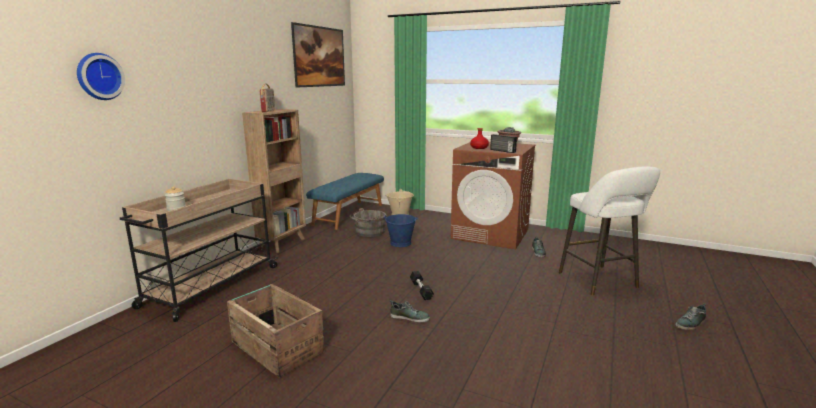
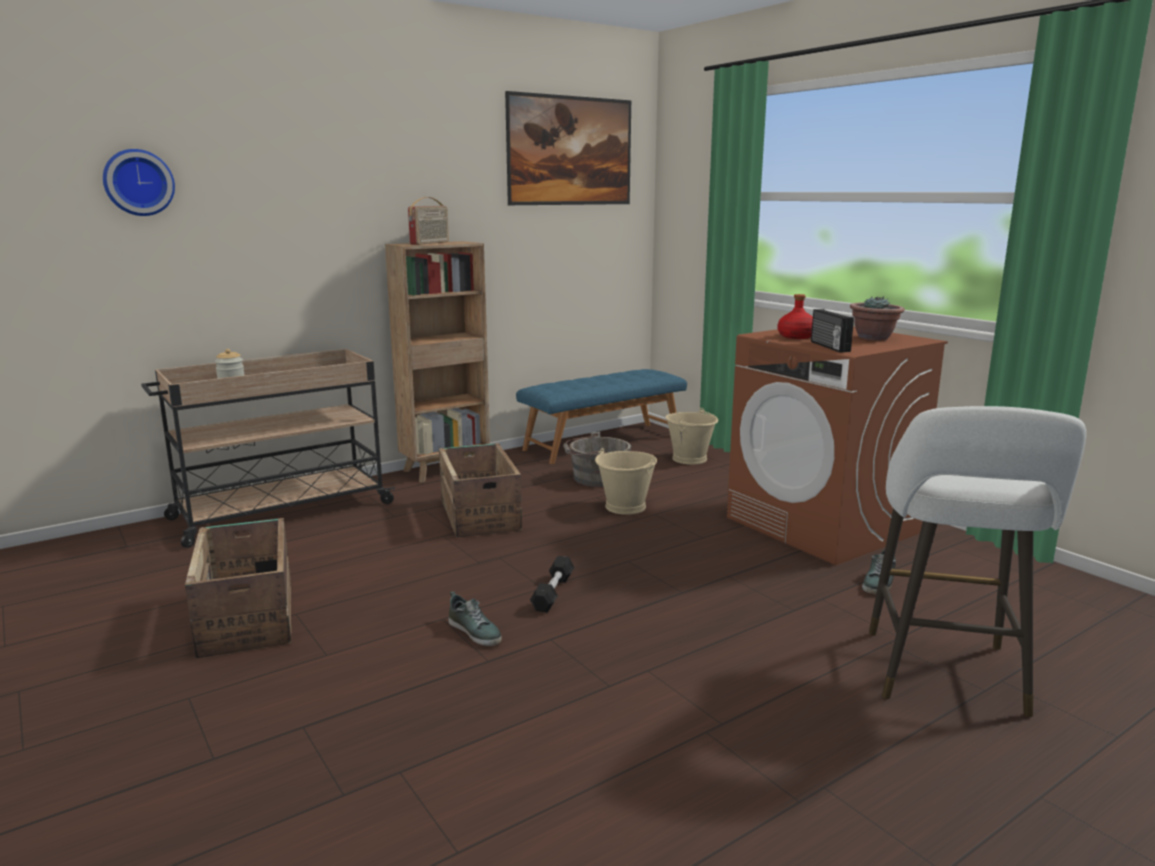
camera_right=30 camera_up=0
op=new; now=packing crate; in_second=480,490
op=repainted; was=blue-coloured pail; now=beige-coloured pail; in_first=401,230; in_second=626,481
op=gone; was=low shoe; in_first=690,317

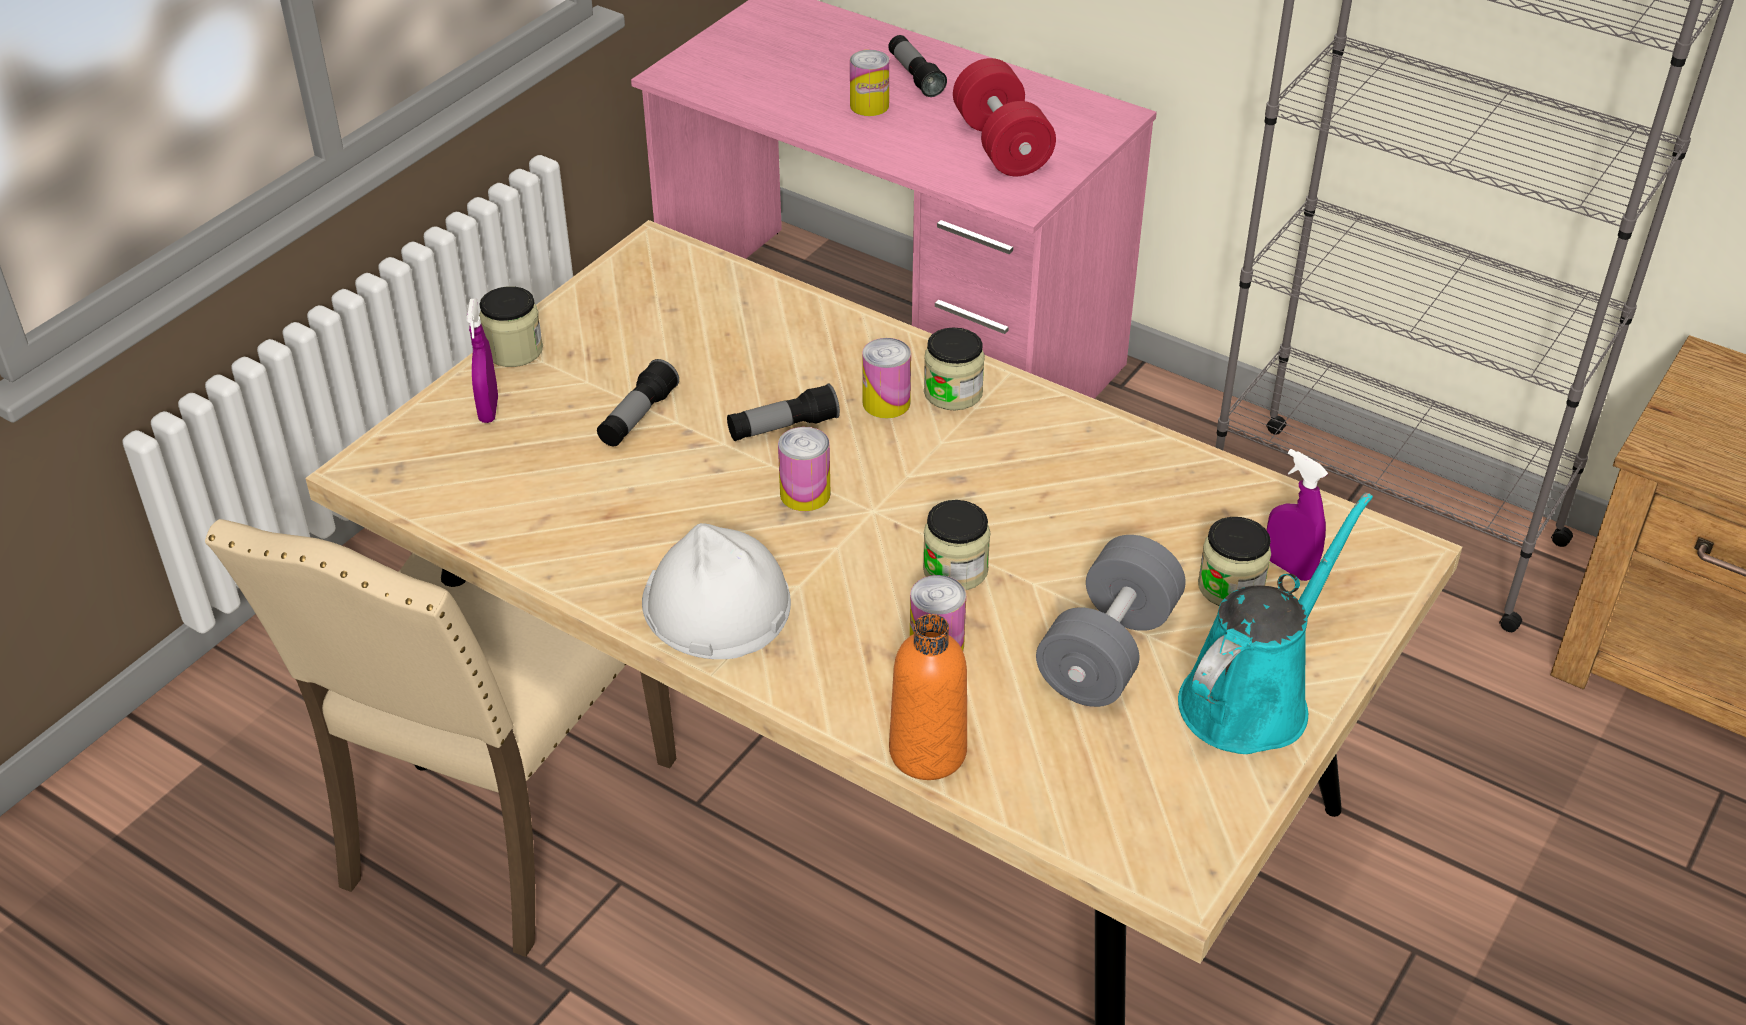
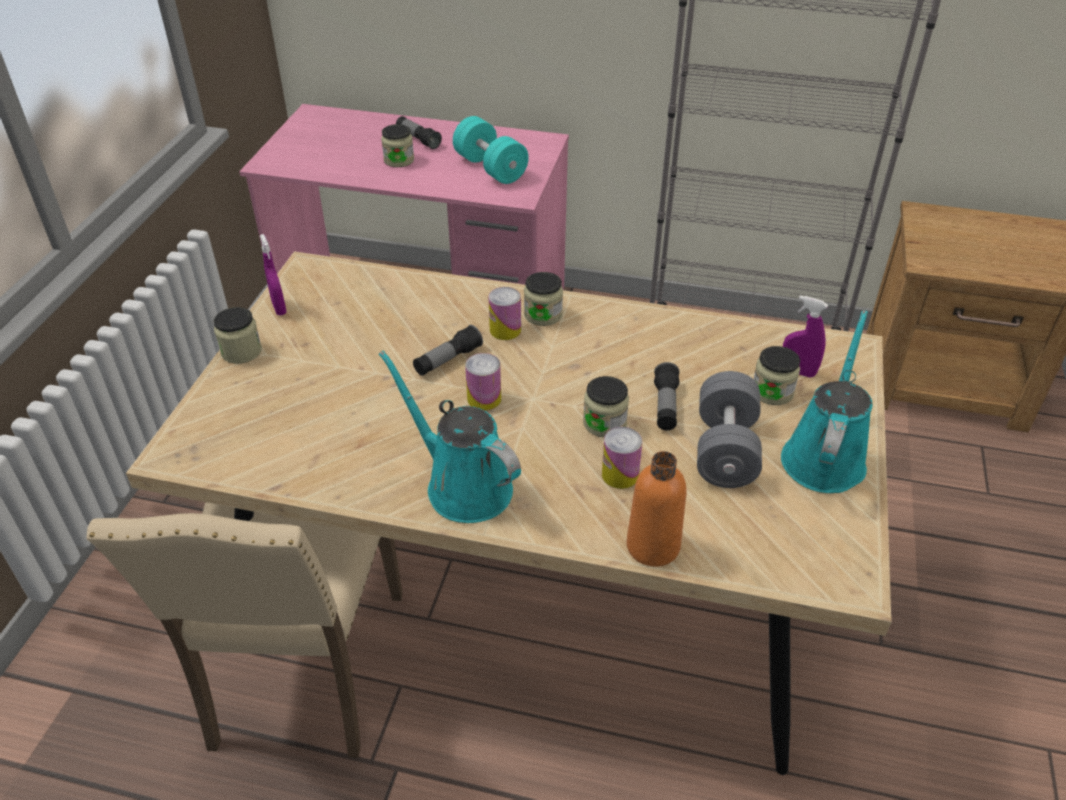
camera_right=-20 camera_up=0
op=shifted; was=purple spray bottle; in_first=482,361; in_second=273,274
op=swapped; was=whitish hard hat; now=turquoise-coloured watering can; in_first=716,591; in_second=450,437
op=swapped; was=can; now=preserve jar; in_first=869,83; in_second=397,145
op=repainted; was=red hand weight; now=turquoise-coloured hand weight; in_first=1004,117; in_second=491,150
op=shifted; was=hand torch; in_first=638,402; in_second=666,396

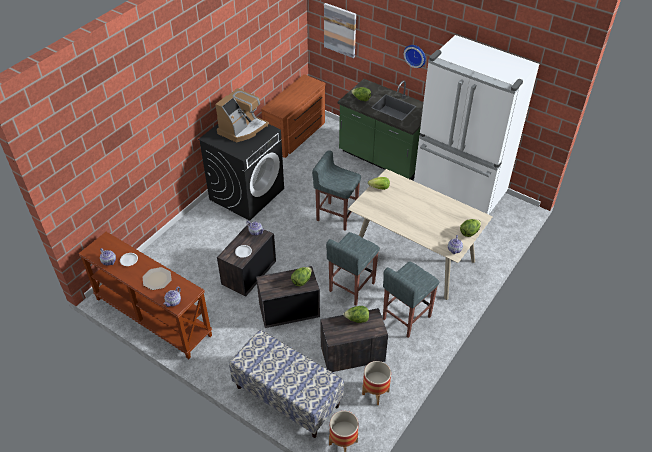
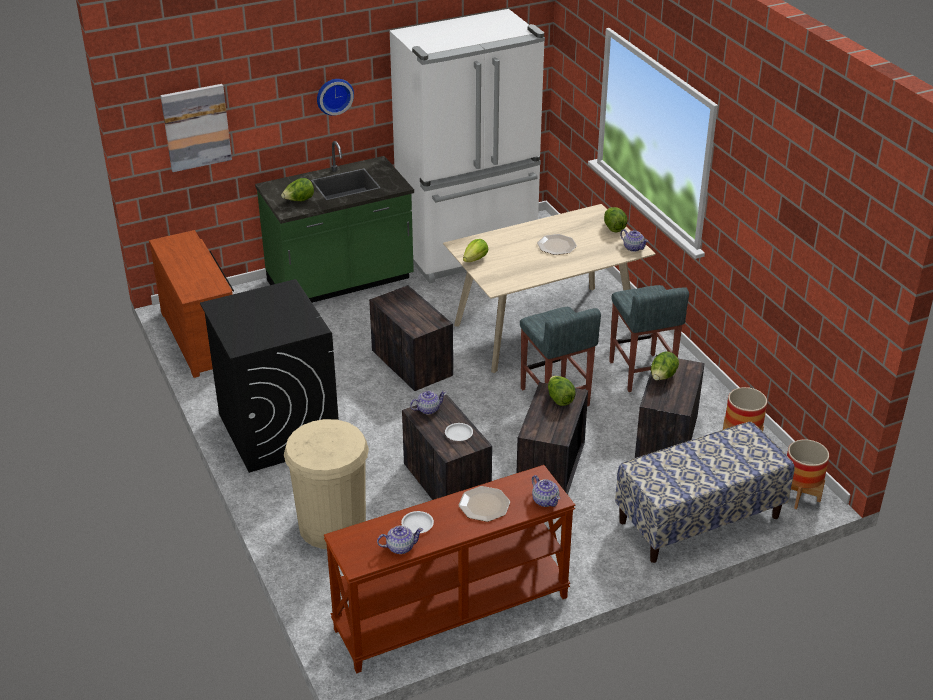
camera_right=-60 camera_up=-10
op=new; now=beige-coloured trash can; in_second=326,484
op=swapped; was=gray stool seat; now=packing crate; in_first=336,190; in_second=411,338
op=new; now=flat dish; in_second=557,244
op=gone; was=coffee maker; in_first=242,115

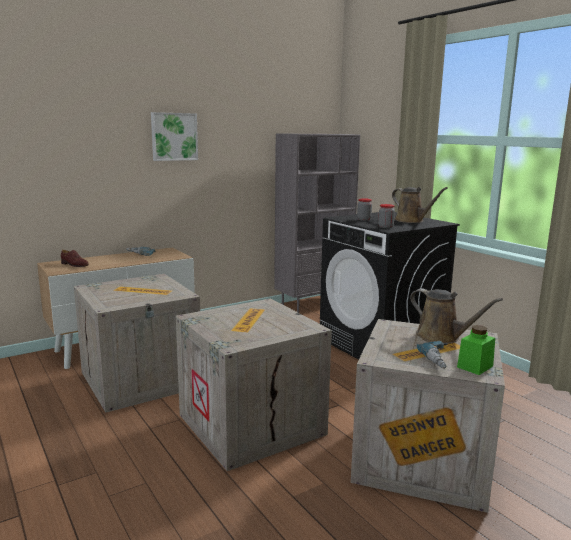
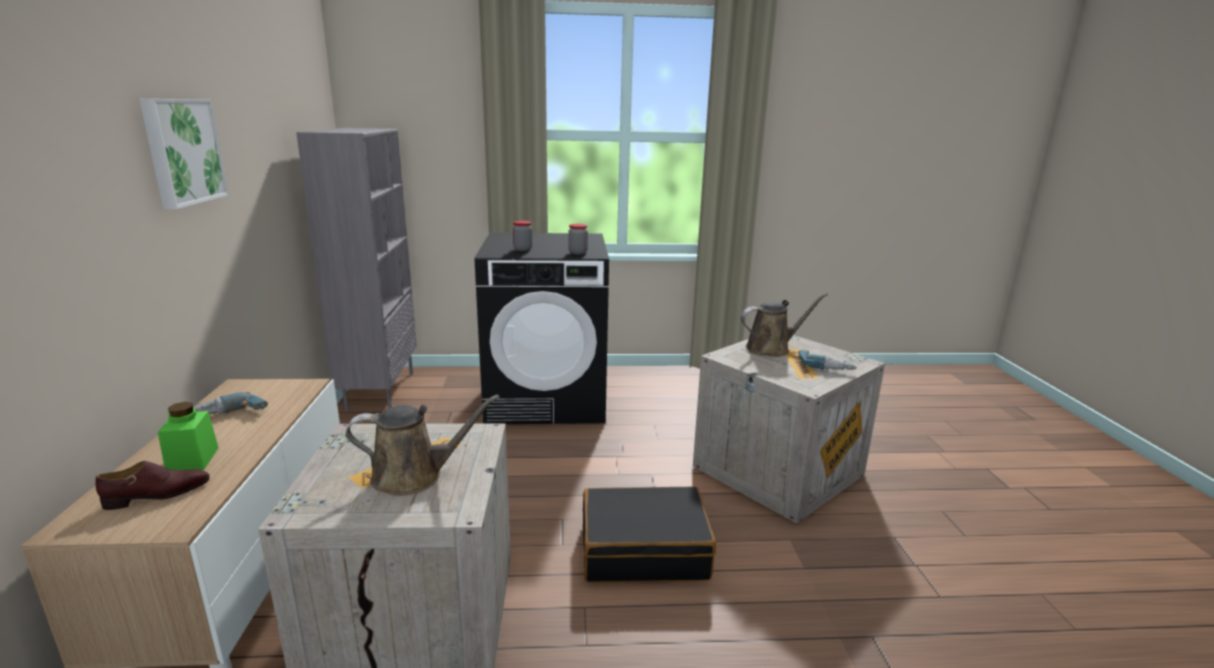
camera_right=-60 camera_up=5
op=shifted; was=greenish preserve jar; in_first=476,350; in_second=188,436
op=shifted; was=brown-coloured watering can; in_first=420,205; in_second=422,445
op=swapped; was=packing crate; now=blackish piece of luggage; in_first=254,384; in_second=649,534

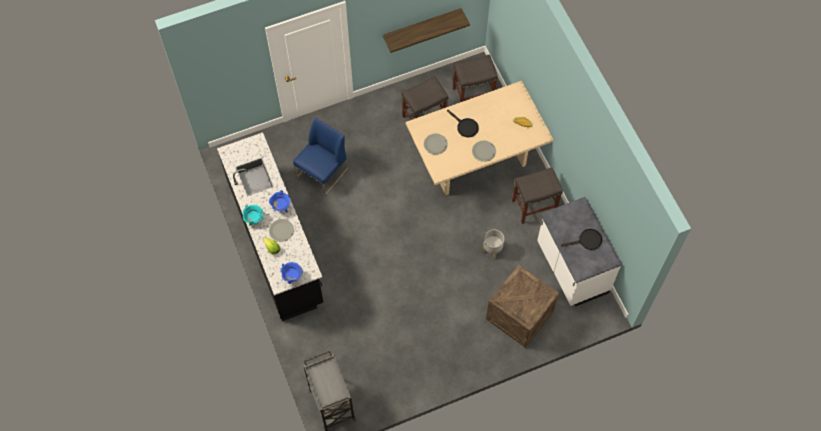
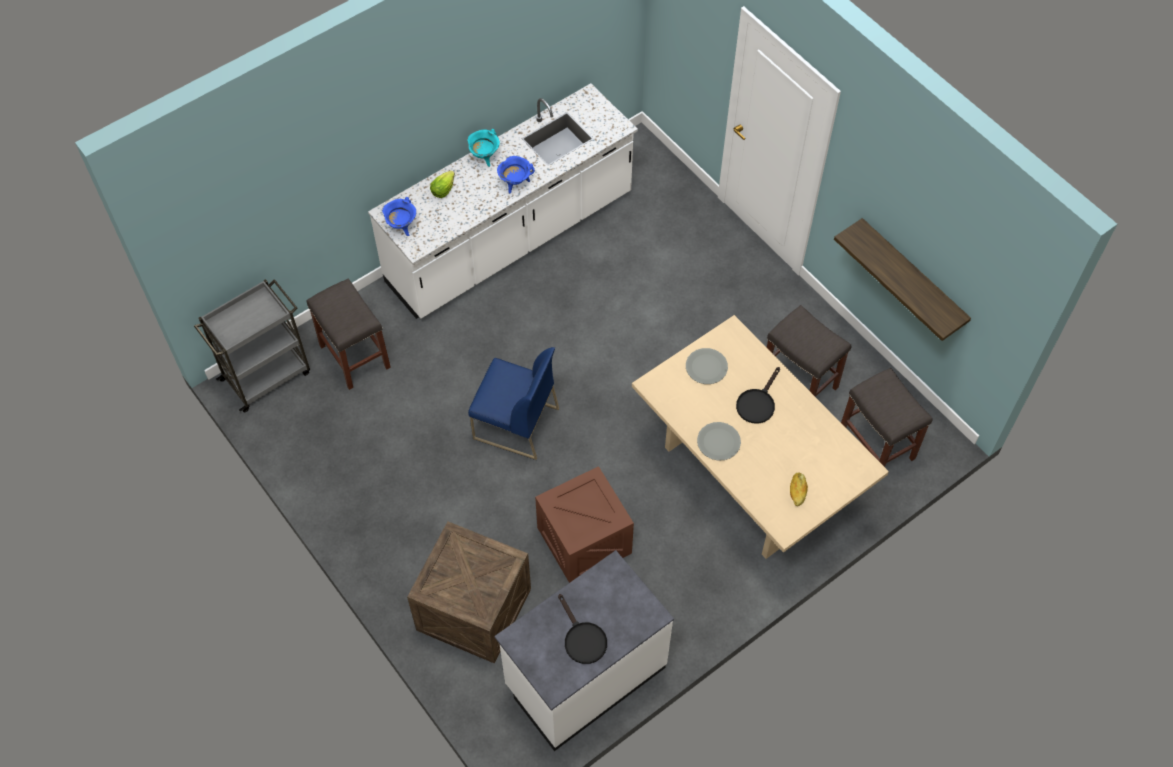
camera_right=75 camera_up=-5
op=shifted; was=gray stool seat; in_first=537,195; in_second=349,334
op=repainted; was=blackish counter; now=whitish counter; in_first=270,226; in_second=503,201
op=shifted; was=blue-coloured chair; in_first=321,156; in_second=513,403
op=swapped; was=gray plant pot; now=packing crate; in_first=493,244; in_second=584,524
op=gone; was=gray flat dish; in_first=281,230

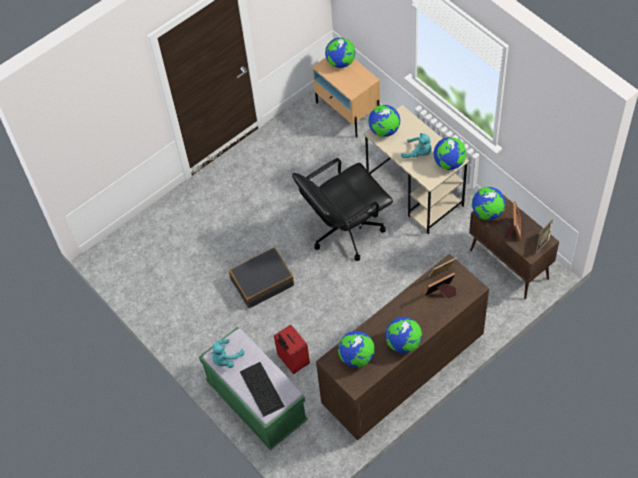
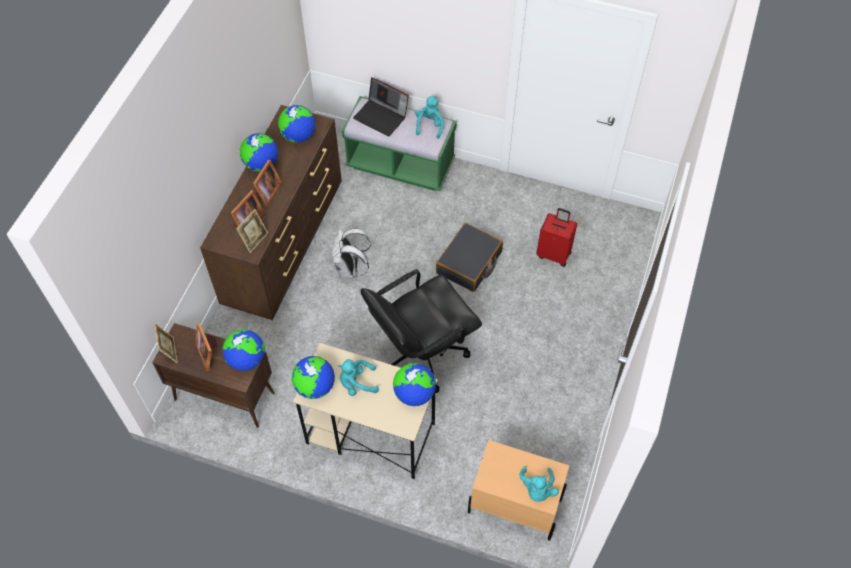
camera_right=145 camera_up=0
op=new; now=standing frame; in_second=267,183
op=new; now=whitish knapsack; in_second=351,253
op=swapped; was=keyboard; now=laptop; in_first=262,389; in_second=381,106
op=rotated; was=blackish desk chair; in_first=342,209; in_second=421,331; clockwise=-150
op=swapped; was=globe; now=turquoise-coloured plush toy; in_first=340,53; in_second=539,484
op=shifted; was=red piece of luggage; in_first=292,349; in_second=556,237

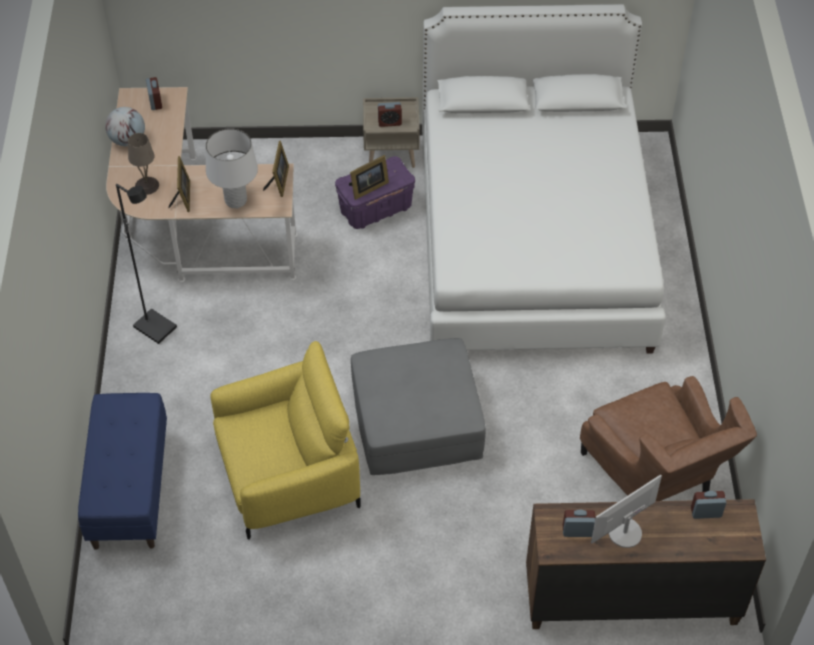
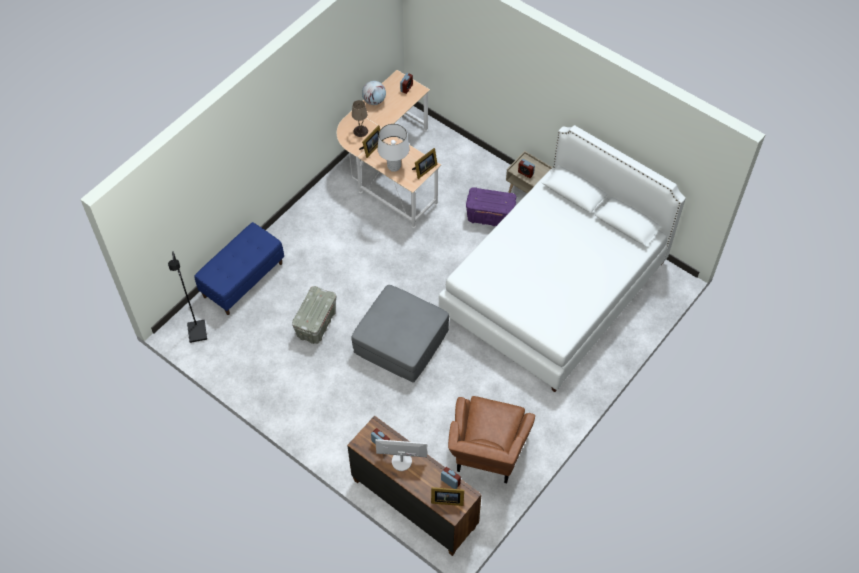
camera_right=40 camera_up=5
op=shifted; was=blackish standing lamp; in_first=146,264; in_second=187,297
op=swapped; was=yellow easy chair; now=gray storage box; in_first=285,440; in_second=314,315
op=shifted; was=standing frame; in_first=369,177; in_second=447,496

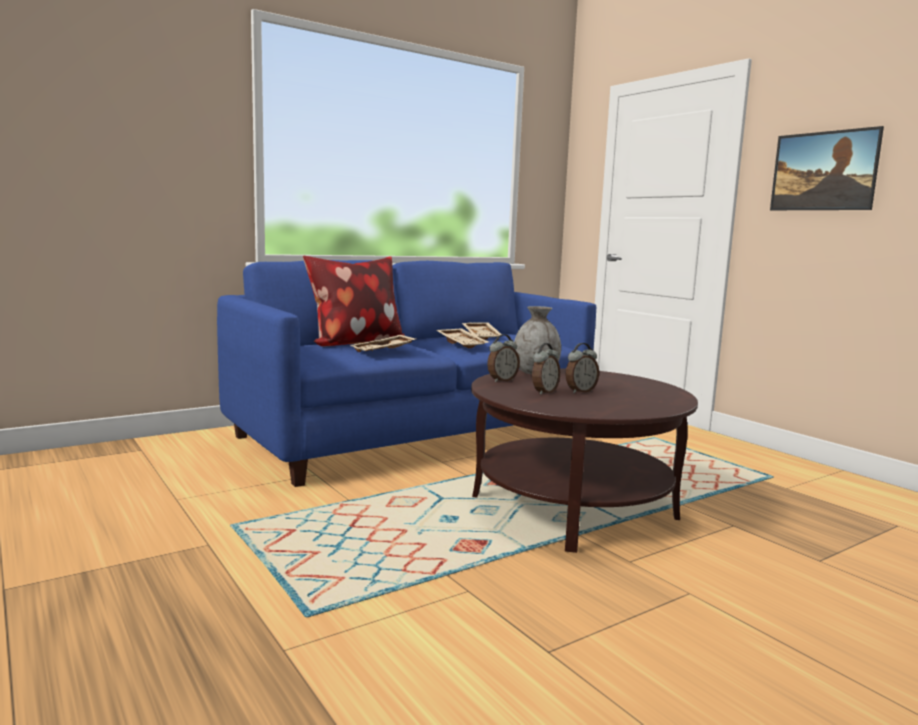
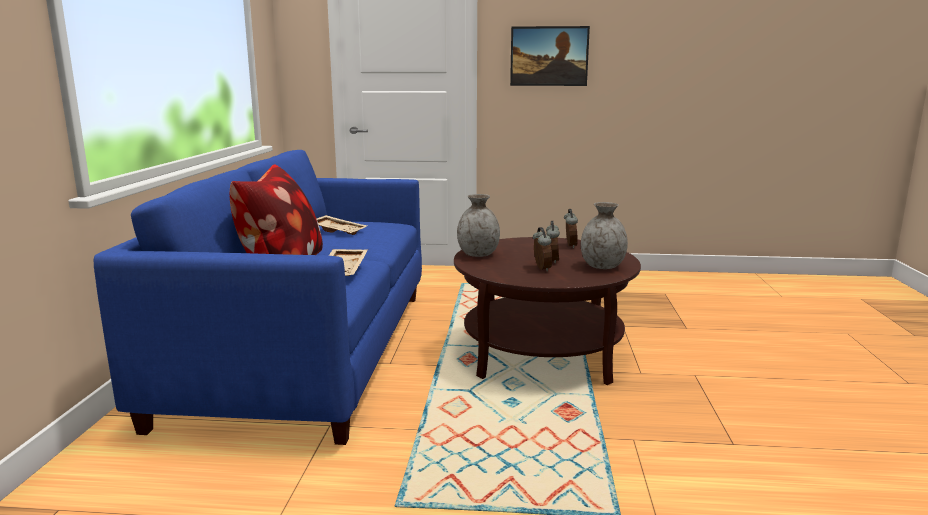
camera_right=-50 camera_up=5
op=shifted; was=alarm clock; in_first=503,358; in_second=571,228
op=new; now=gray flower vase; in_second=604,235
op=gone; was=beige-coloured carrying tray; in_first=462,338

